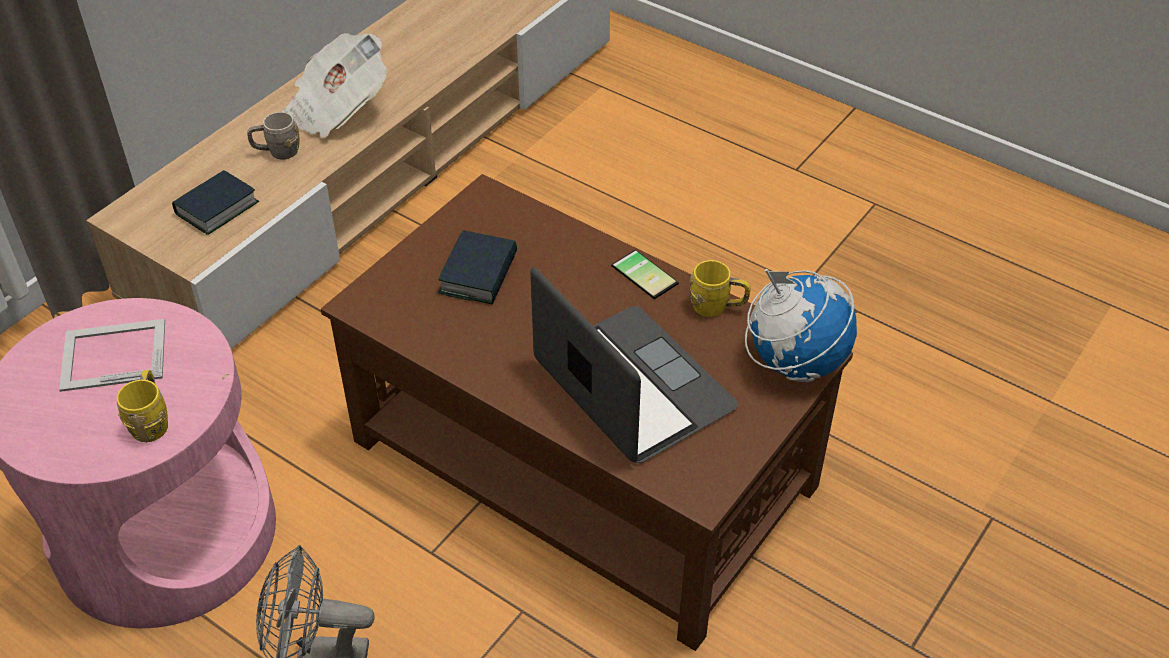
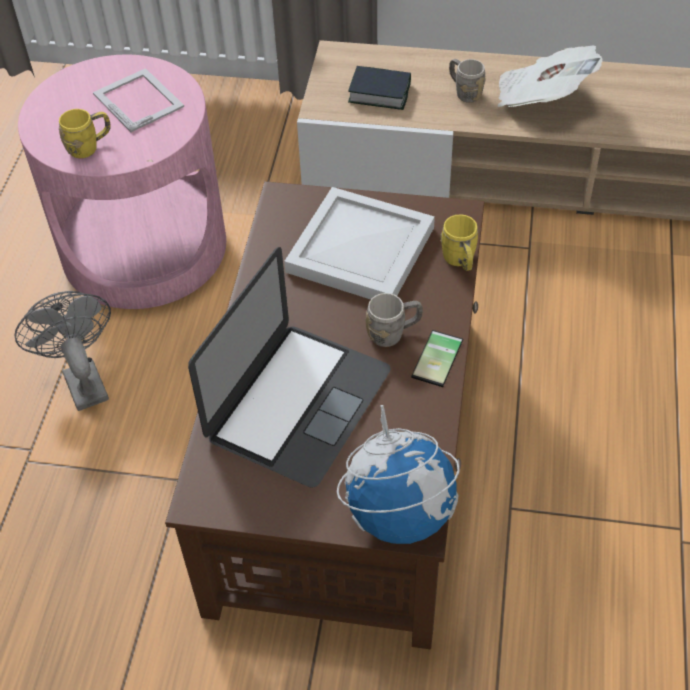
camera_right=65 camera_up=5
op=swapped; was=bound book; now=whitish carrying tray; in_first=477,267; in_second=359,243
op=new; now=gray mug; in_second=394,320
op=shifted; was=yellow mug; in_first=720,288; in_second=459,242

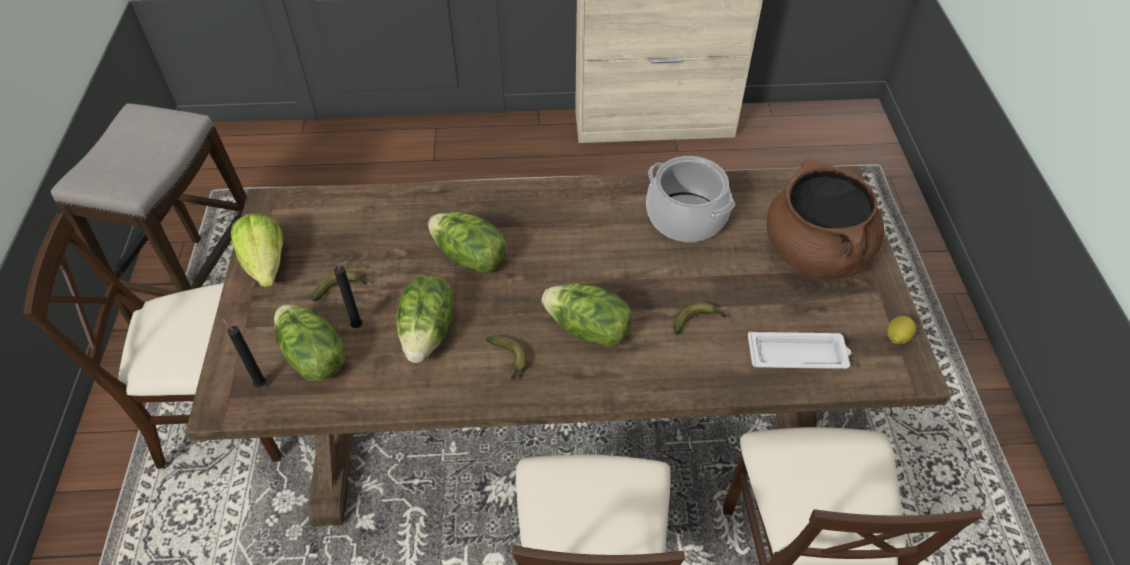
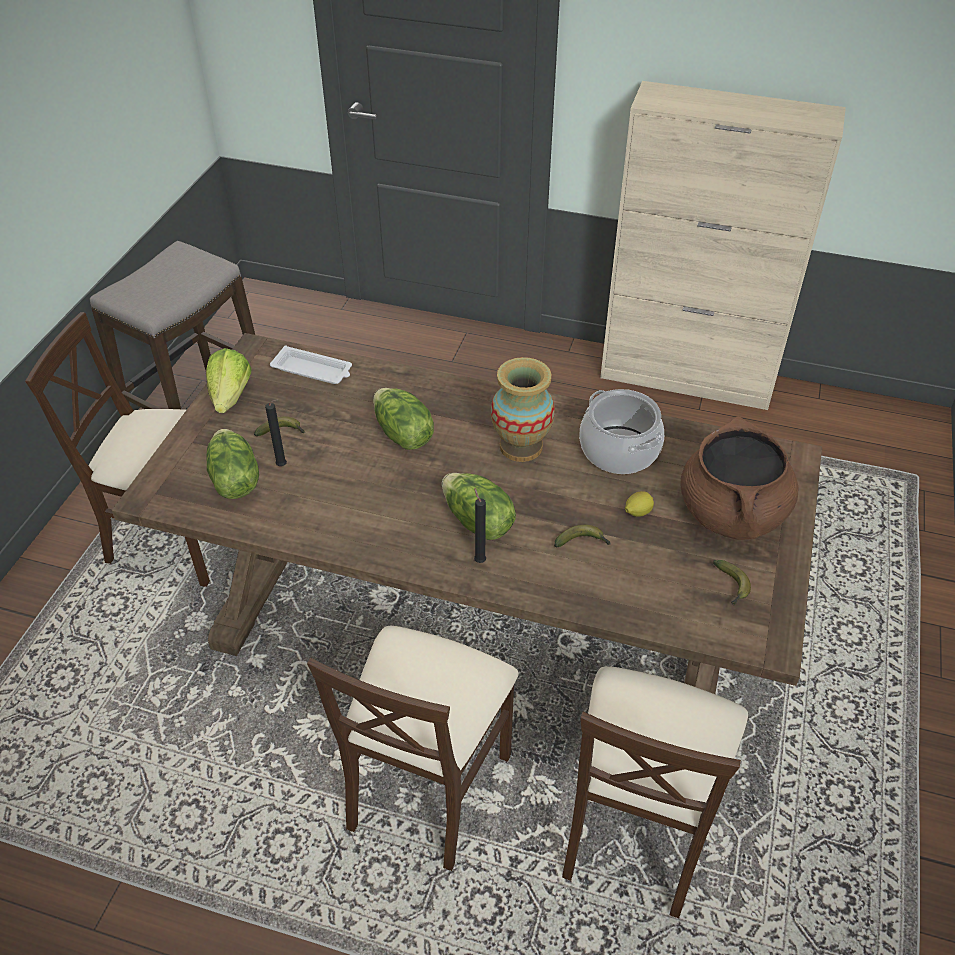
camera_right=20 camera_up=-5
op=shifted; was=whitish carrying tray; in_first=799,350; in_second=311,365
op=shifted; was=blackish candle; in_first=244,352; in_second=480,525
op=new; now=flower vase; in_second=523,409
op=shifted; was=whole lemon; in_first=901,330; in_second=639,504
op=shifted; was=banana; in_first=506,357; in_second=732,582
op=gone; was=lettuce head; in_first=424,319

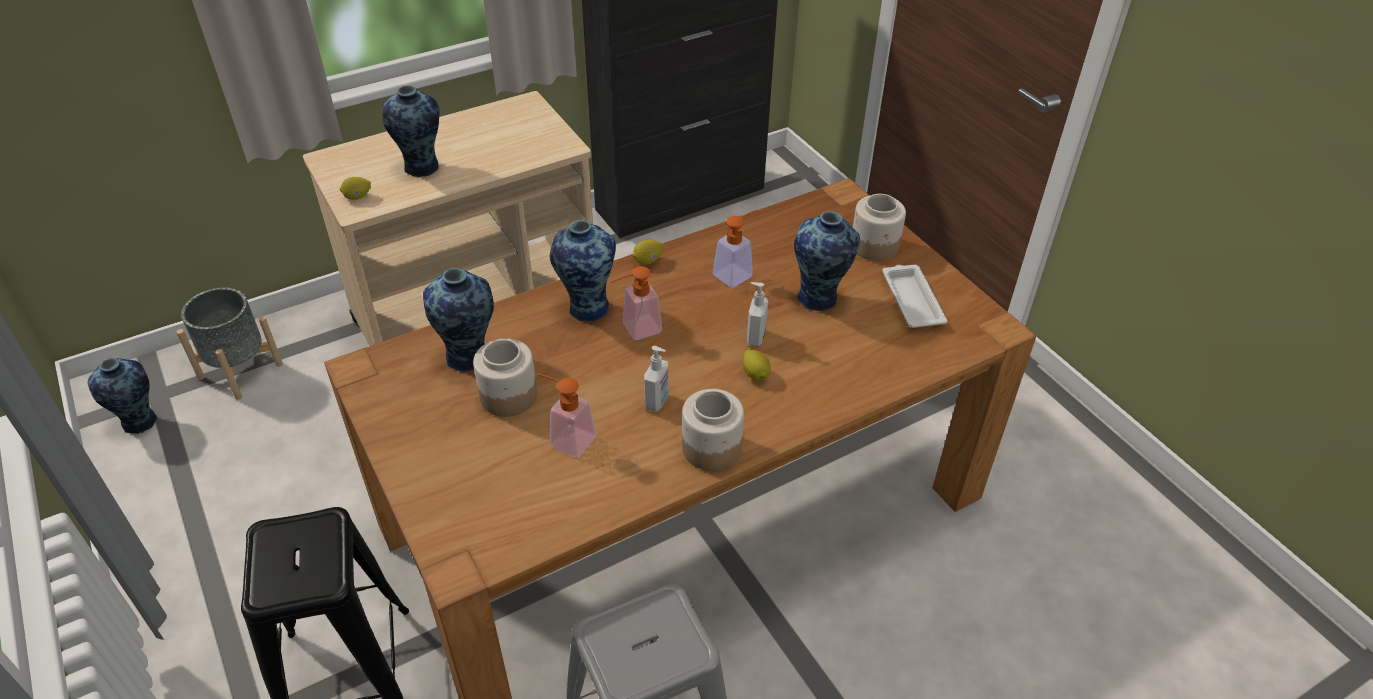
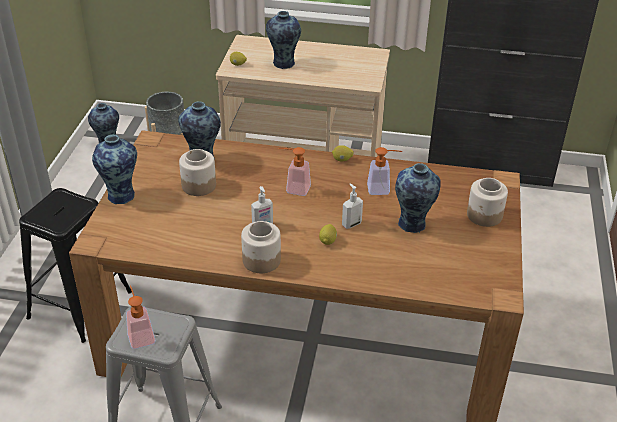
camera_right=40 camera_up=-5
op=shifted; was=flower vase; in_first=583,270; in_second=114,169
op=shifted; was=soap bottle; in_first=566,415; in_second=140,317
op=gone; was=whitish carrying tray; in_first=915,296

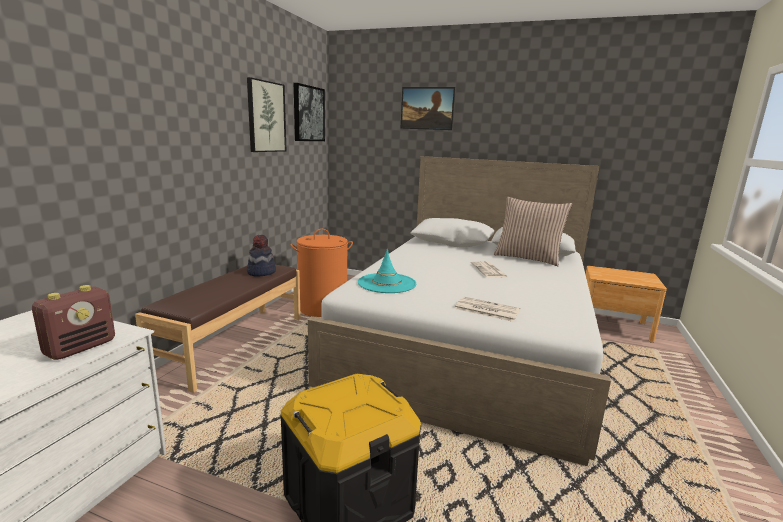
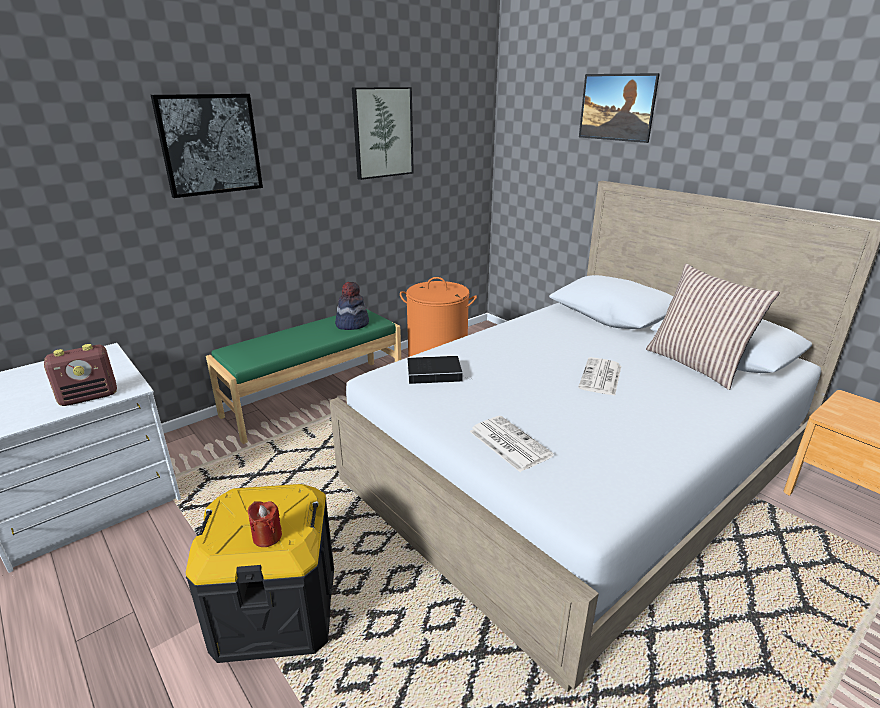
camera_right=30 camera_up=10
op=shifted; was=wall art; in_first=309,112; in_second=207,146
op=repainted; was=brown-coloured long seat; now=greenish long seat; in_first=218,329; in_second=303,376
op=new; now=red candle; in_second=264,524
op=swapped; was=turquoise-coloured hat; now=bound book; in_first=387,271; in_second=439,370

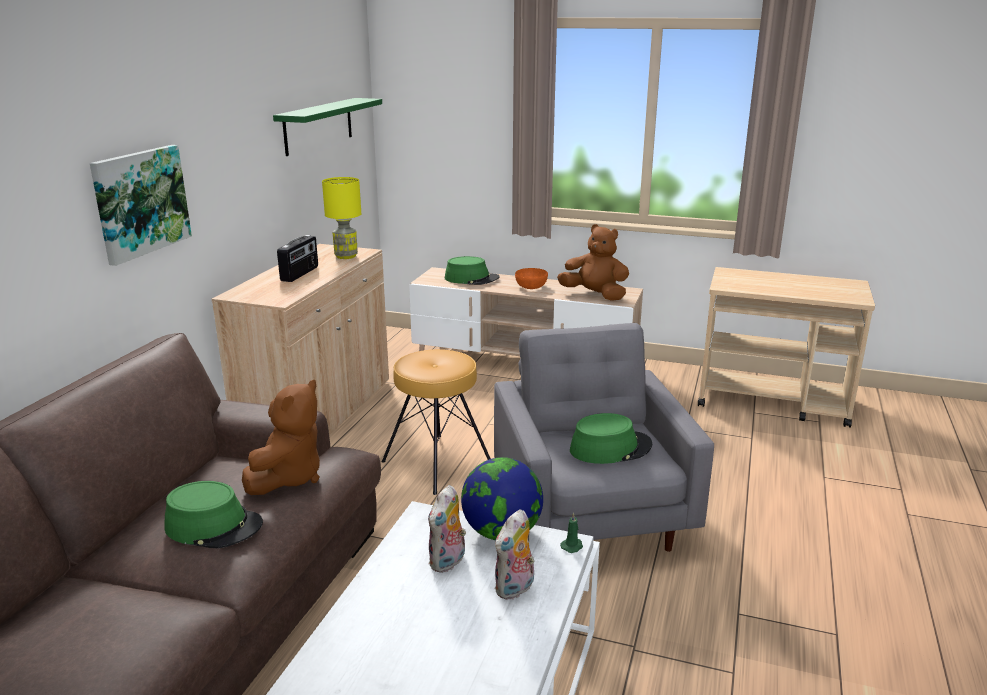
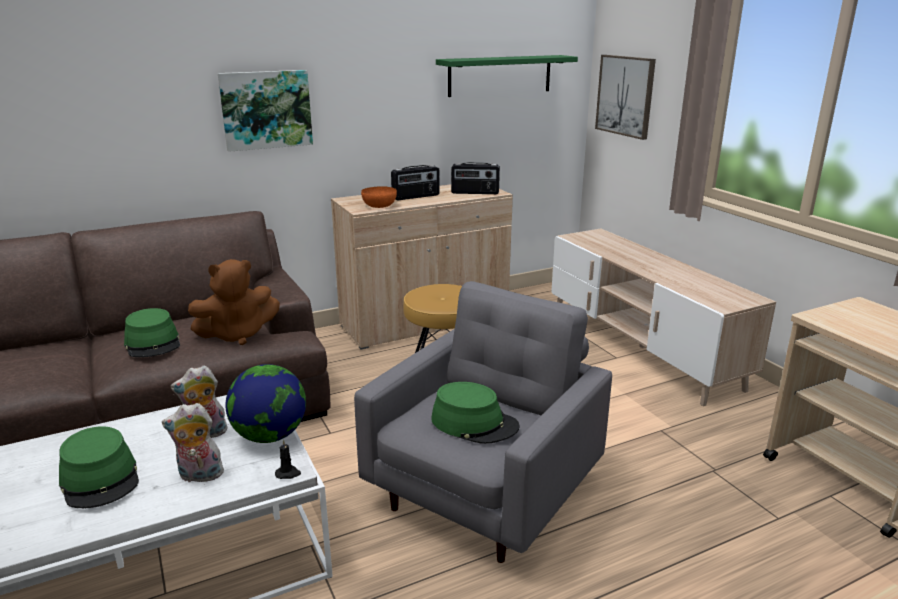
camera_right=45 camera_up=0
op=shifted; was=greenish hat; in_first=472,270; in_second=99,467
op=repainted; was=greenish candle; now=blackish candle; in_first=571,532; in_second=288,459
op=shifted; was=orangey bowl; in_first=531,278; in_second=379,197
op=swapped; was=yellow lamp for a table; now=radio receiver; in_first=341,218; in_second=475,178
op=new; now=wall art; in_second=625,97
op=gone; was=brown-coloured plush toy; in_first=593,262

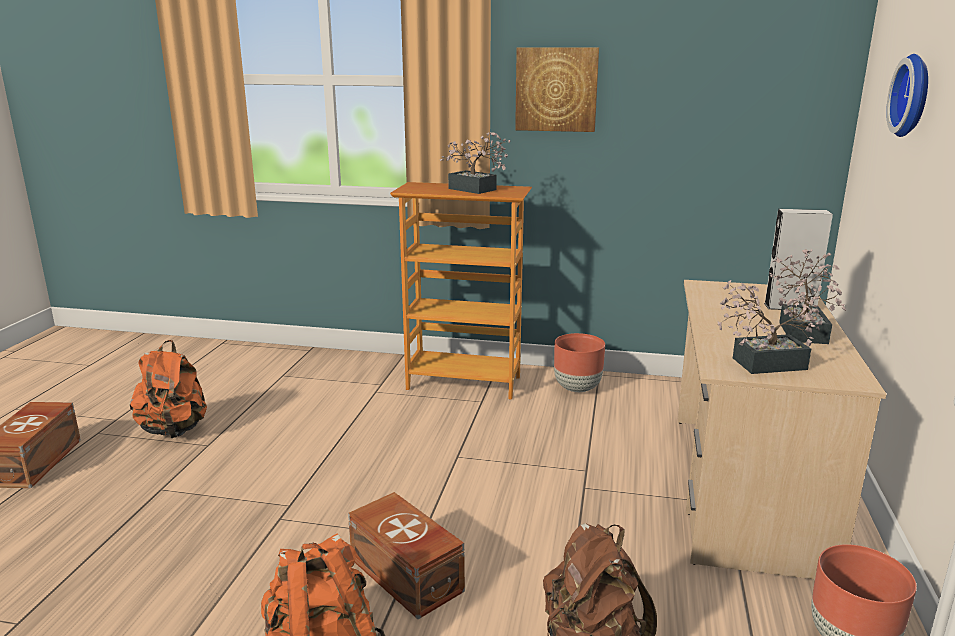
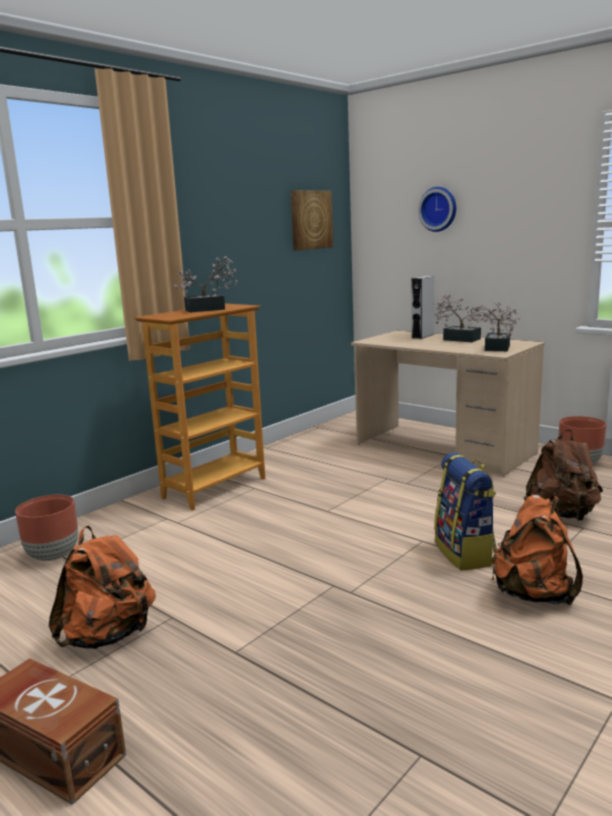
camera_right=-60 camera_up=-5
op=shifted; was=brown-coloured plant pot; in_first=579,362; in_second=46,528
op=shifted; was=wall art; in_first=557,89; in_second=312,220
op=swapped; was=brown-coloured storage box; now=knapsack; in_first=406,555; in_second=465,511

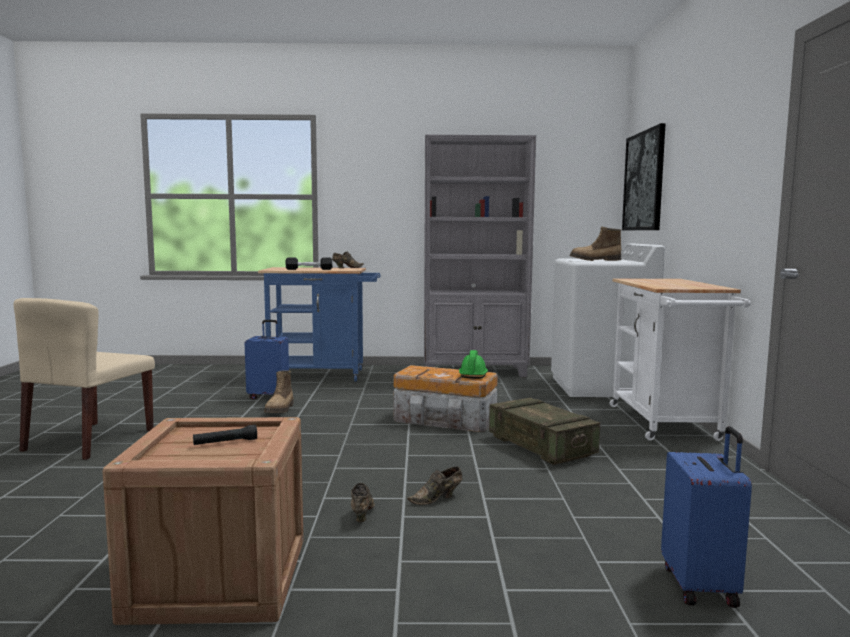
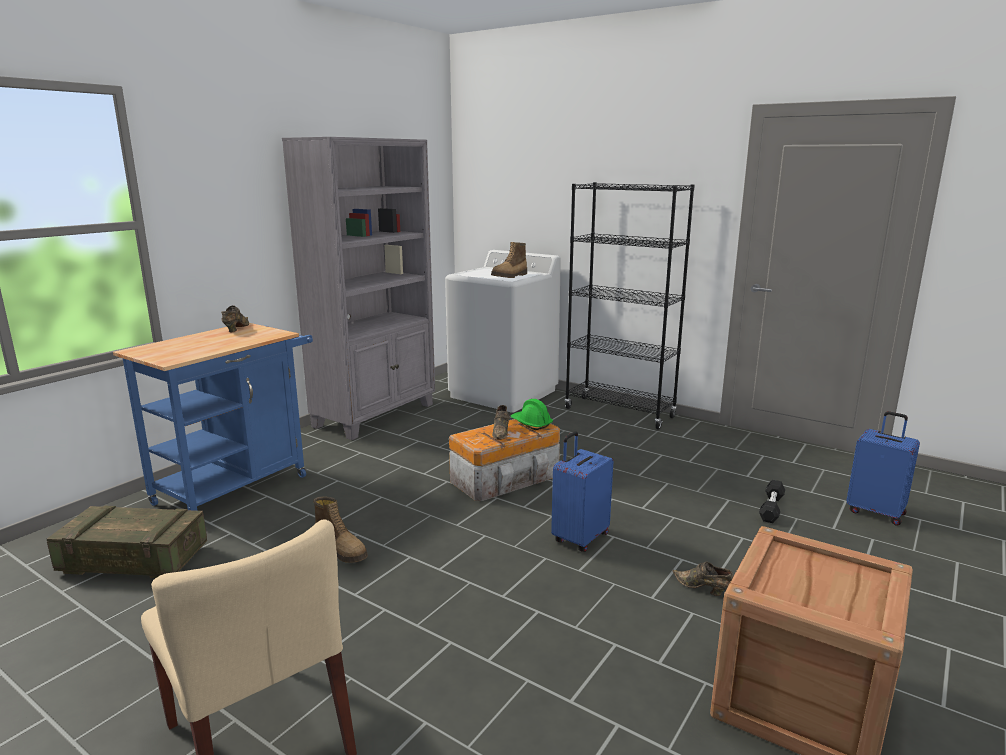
camera_right=-55 camera_up=10
op=shifted; was=packing crate; in_first=544,431; in_second=127,542
op=shifted; was=brown-coloured low shoe; in_first=434,485; in_second=501,422
op=shifted; was=blue-coloured piece of luggage; in_first=267,360; in_second=582,491
op=swapped; was=whitish trolley; now=blackish bookshelf; in_first=680,359; in_second=629,305
op=shifted; was=blackish hand weight; in_first=309,263; in_second=772,501
op=gone; was=blackish hand torch; in_first=225,435
op=gone; was=wall art; in_first=644,176

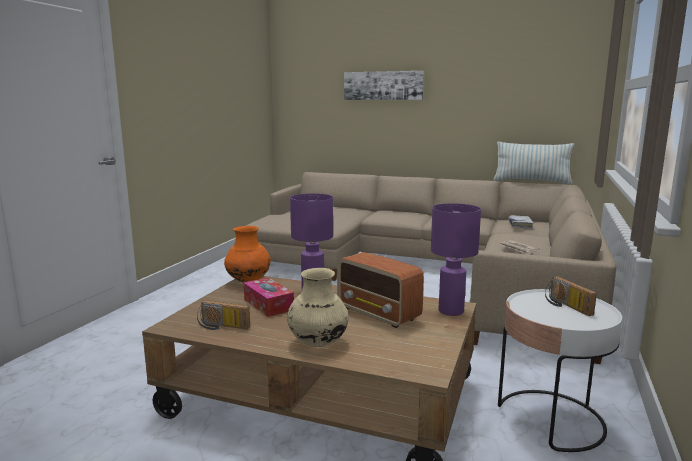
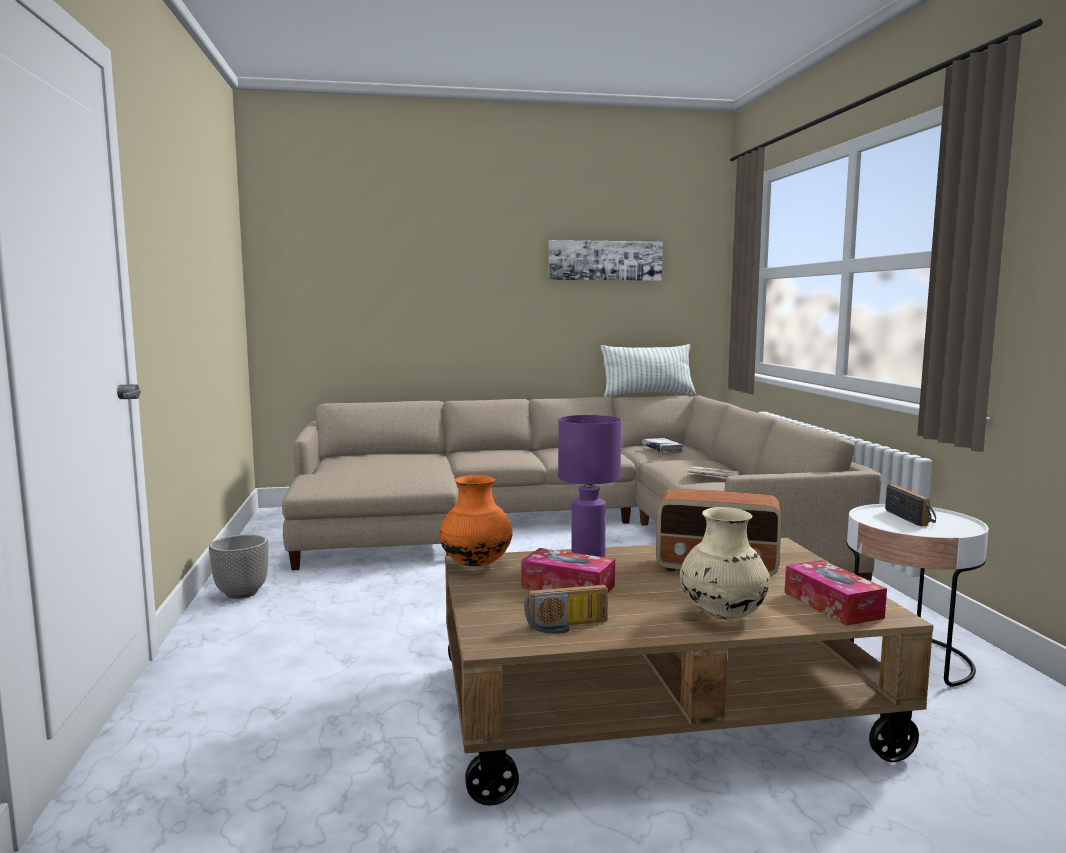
camera_right=-30 camera_up=-5
op=new; now=plant pot; in_second=239,566
op=shifted; was=wall art; in_first=384,85; in_second=605,260
op=new; now=tissue box; in_second=836,593
op=rotated; was=radio receiver; in_first=571,296; in_second=910,505; clockwise=-135
op=gone; was=purple lamp for a table; in_first=456,259

